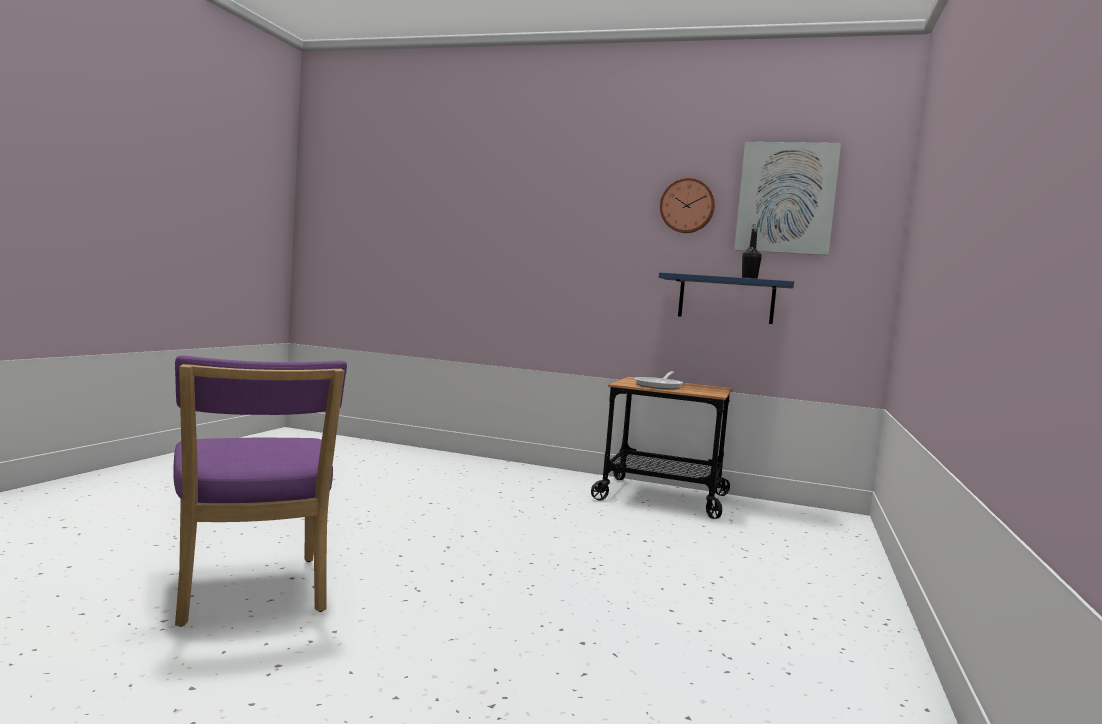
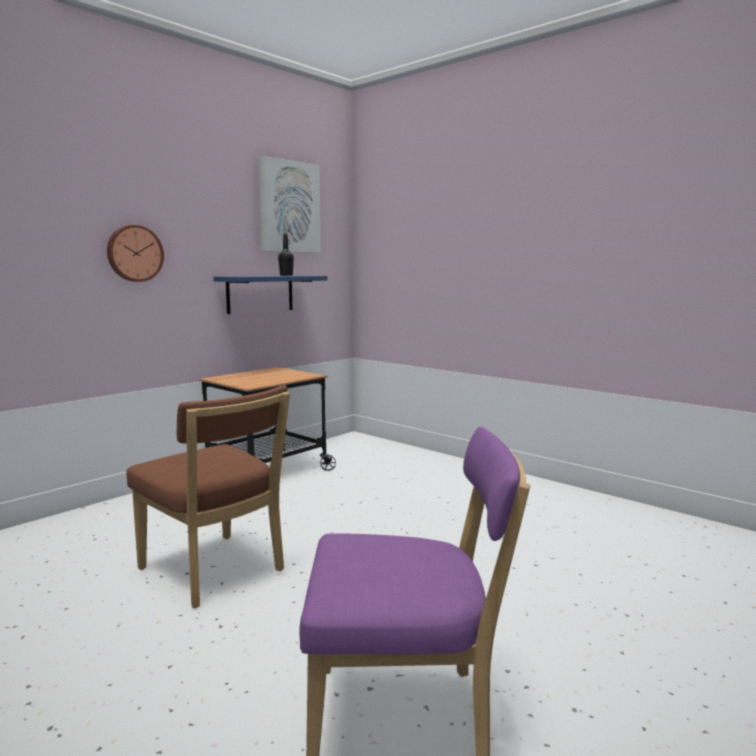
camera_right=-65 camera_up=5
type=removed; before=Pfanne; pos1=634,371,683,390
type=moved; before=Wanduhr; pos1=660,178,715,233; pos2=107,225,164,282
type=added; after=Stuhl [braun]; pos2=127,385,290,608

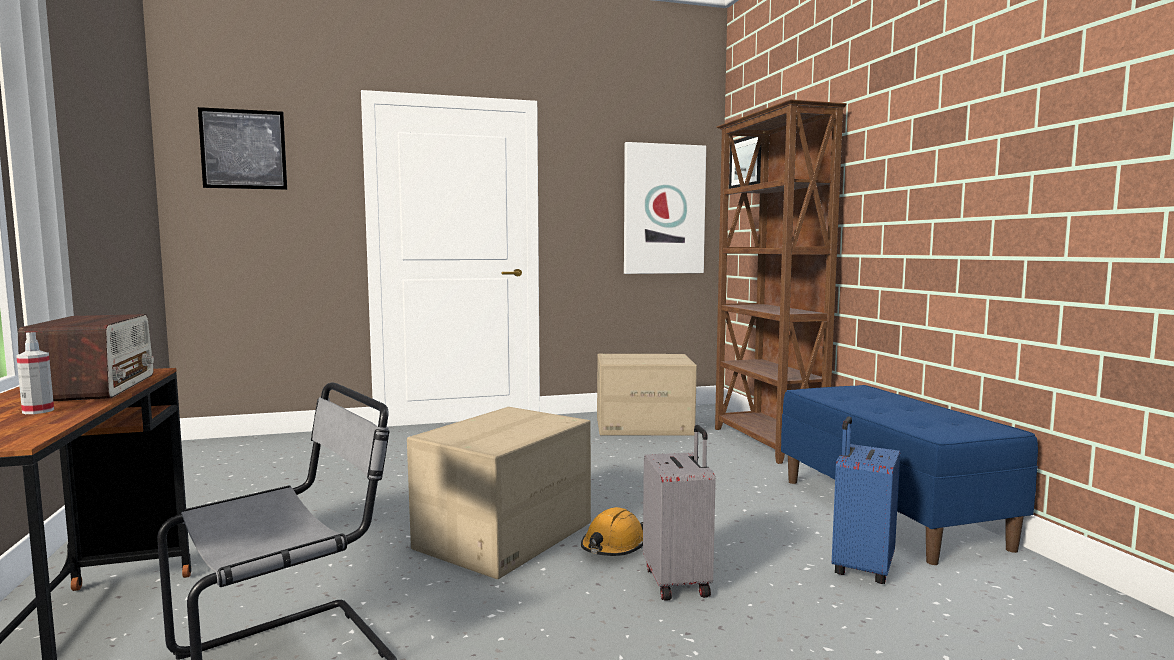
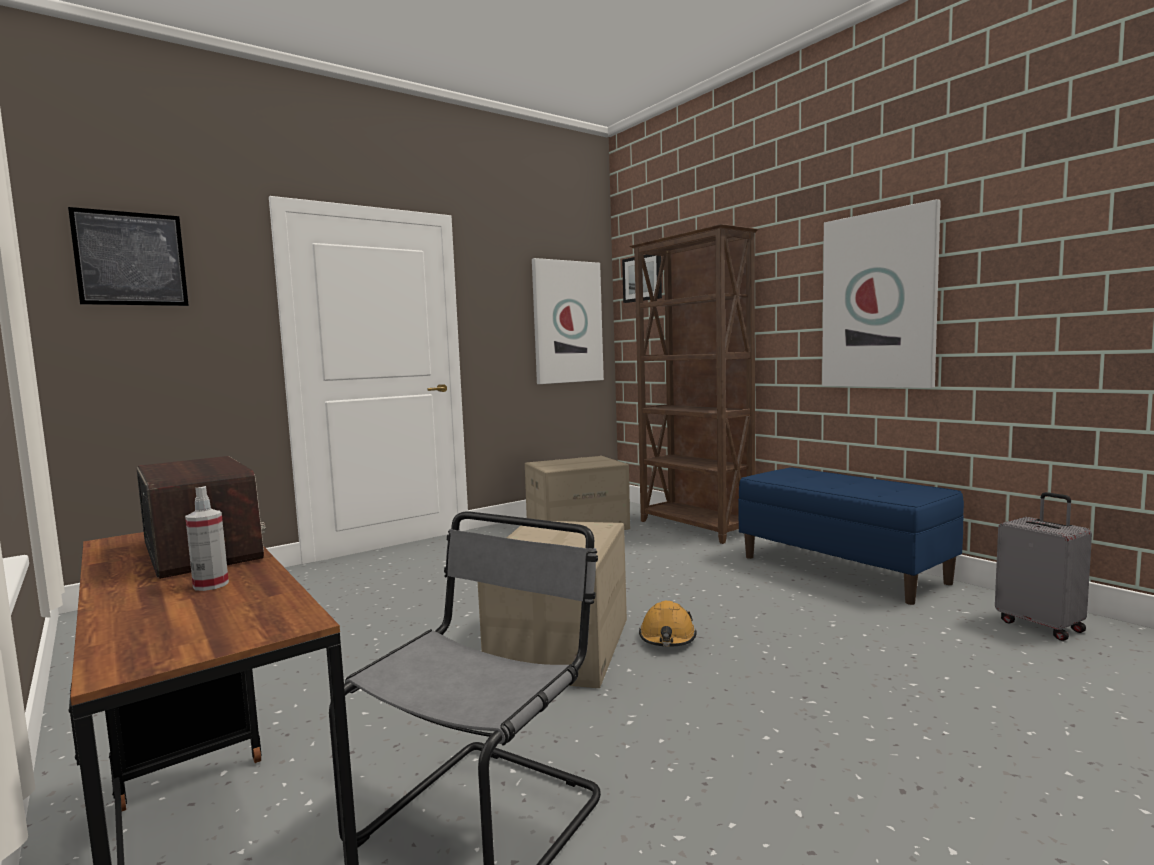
camera_right=-20 camera_up=0
type=moved; before=Koffer [grau]; pos1=643,425,716,601; pos2=995,492,1092,641
type=removed; before=Koffer [blau]; pos1=832,417,900,584
type=added; after=Bild; pos2=822,199,941,388

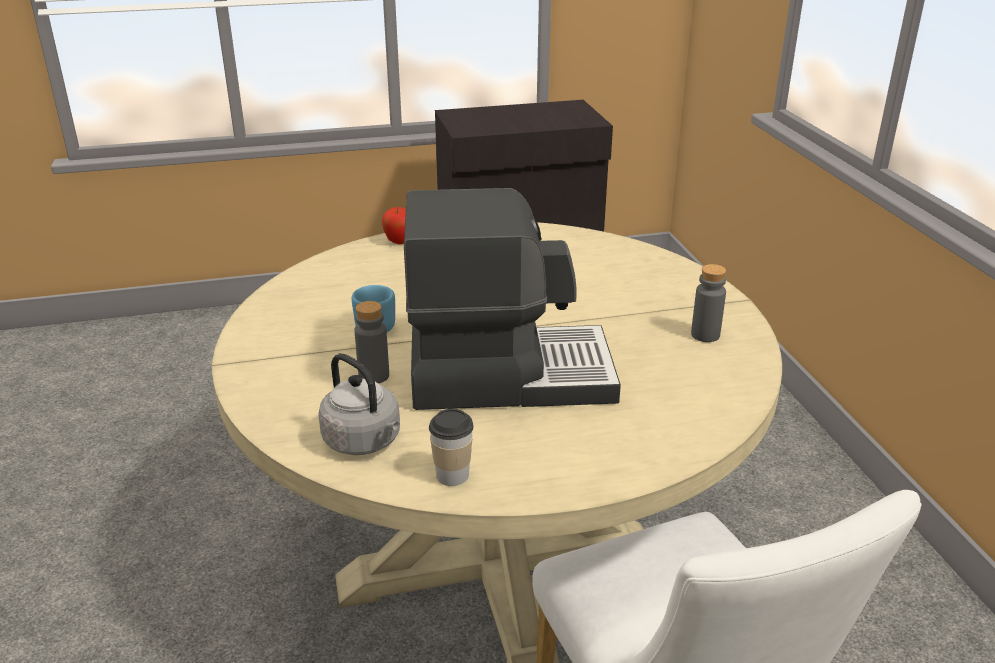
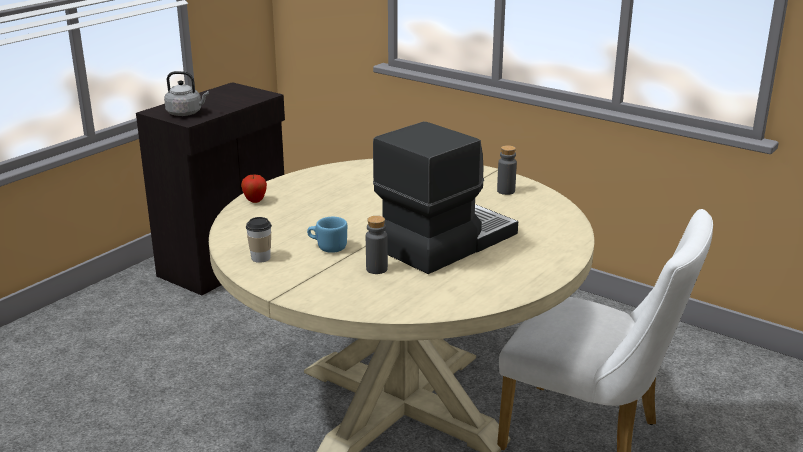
camera_right=-40 camera_up=-5
type=moved; before=Wasserkessel [grau]; pos1=318,353,400,455; pos2=164,71,209,116
type=moved; before=Tasse; pos1=429,409,474,486; pos2=246,217,272,263

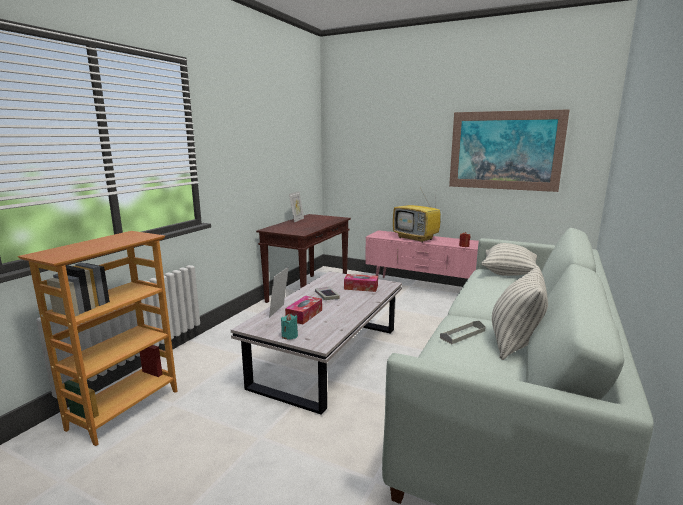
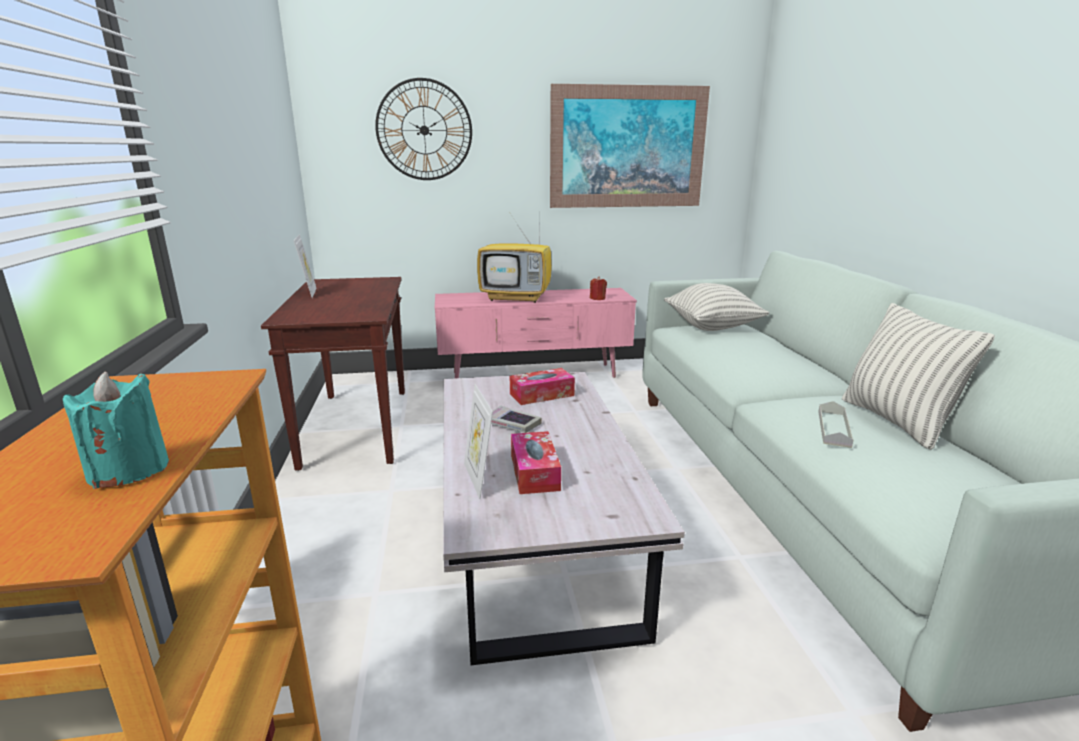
camera_right=-35 camera_up=5
type=moved; before=Kerze [türkis]; pos1=281,314,298,340; pos2=63,372,169,489
type=added; after=Wanduhr; pos2=375,78,472,180

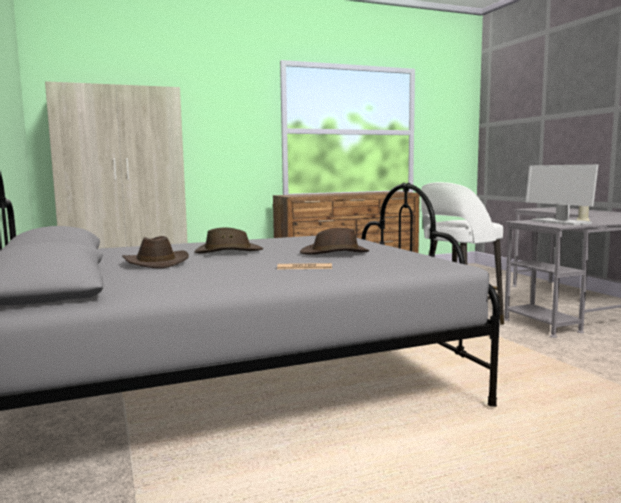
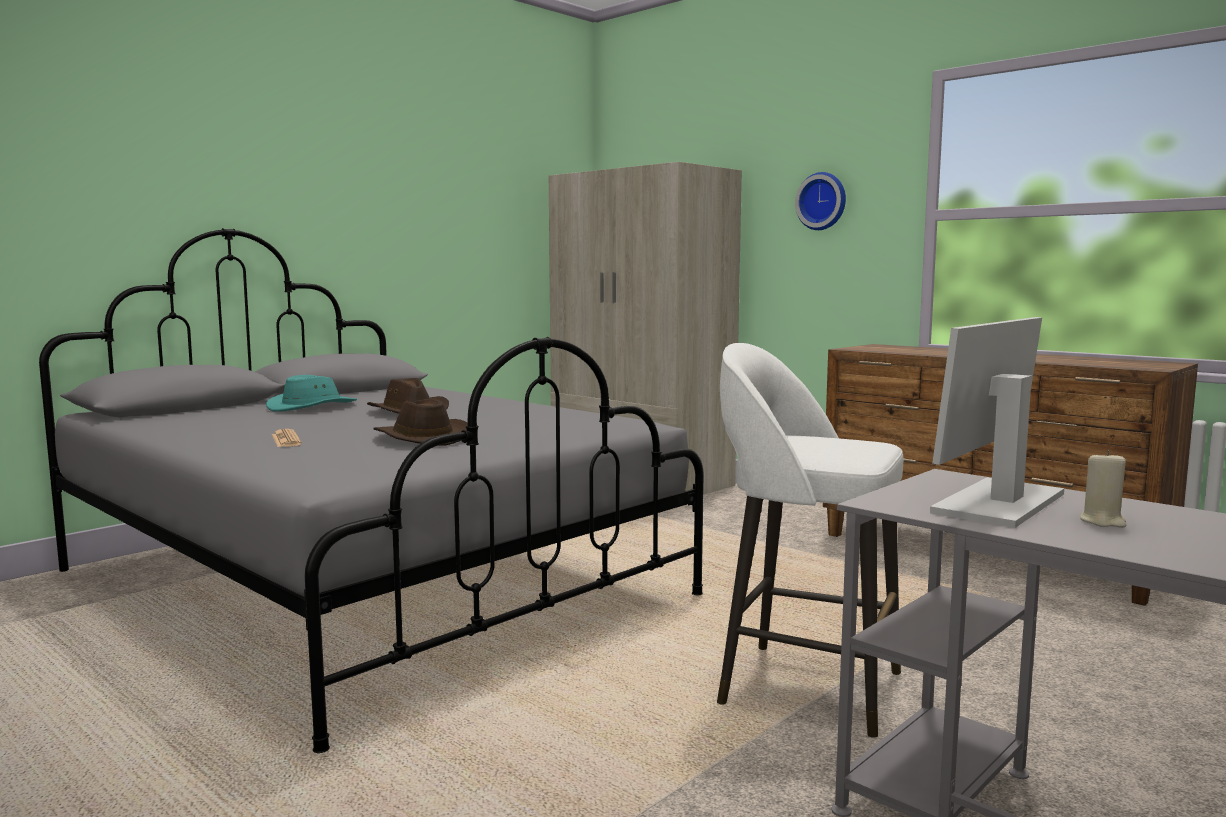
camera_right=65 camera_up=0
type=recoloured; before=Hut [braun]; after=Hut [türkis]; pos1=122,236,189,268; pos2=266,375,357,411
type=added; after=Wanduhr; pos2=795,172,846,230

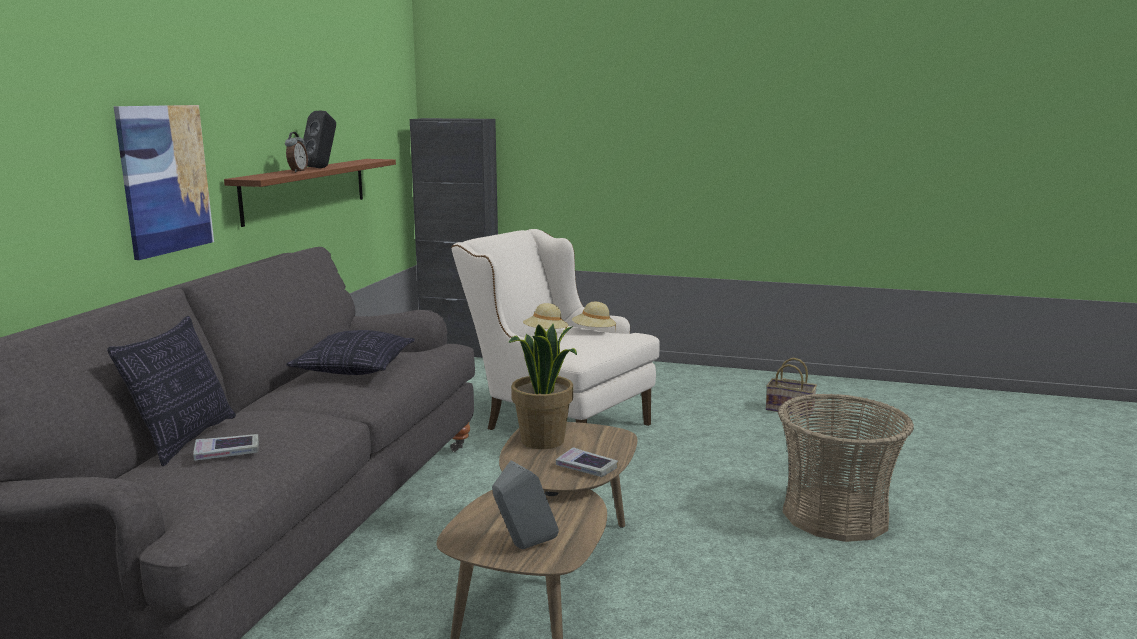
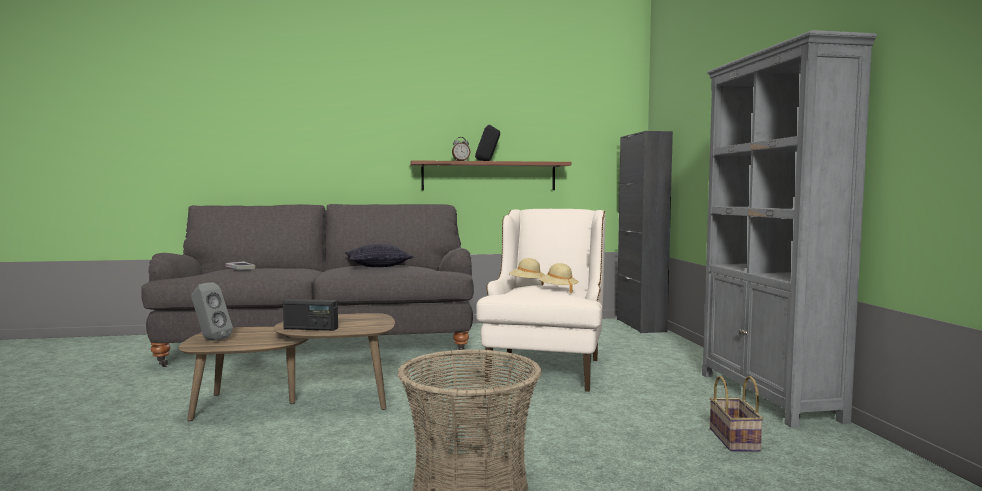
camera_right=65 camera_up=-10
type=removed; before=Kissen; pos1=107,316,236,466
type=removed; before=Bild; pos1=114,105,214,260
type=removed; before=Topfpflanze; pos1=508,324,577,449
type=replaced; before=Buch; after=Radio; pos1=556,447,618,477; pos2=283,299,338,331
type=added; after=Bücherregal [grau]; pos2=702,30,877,428

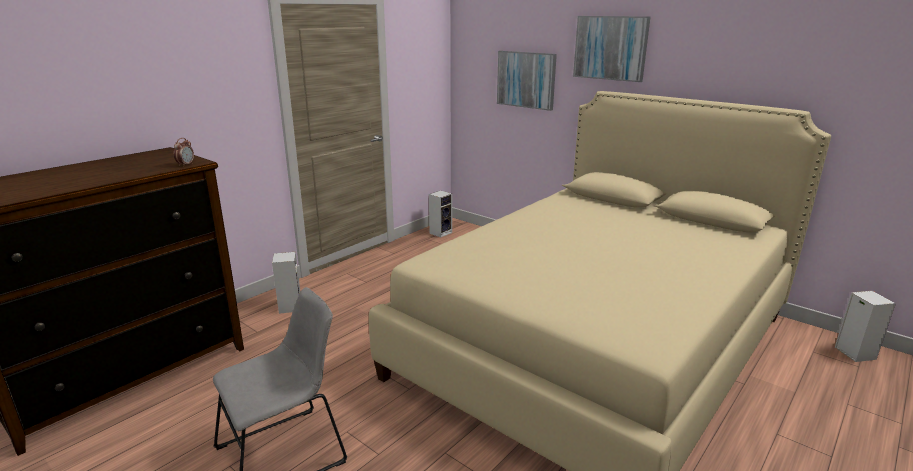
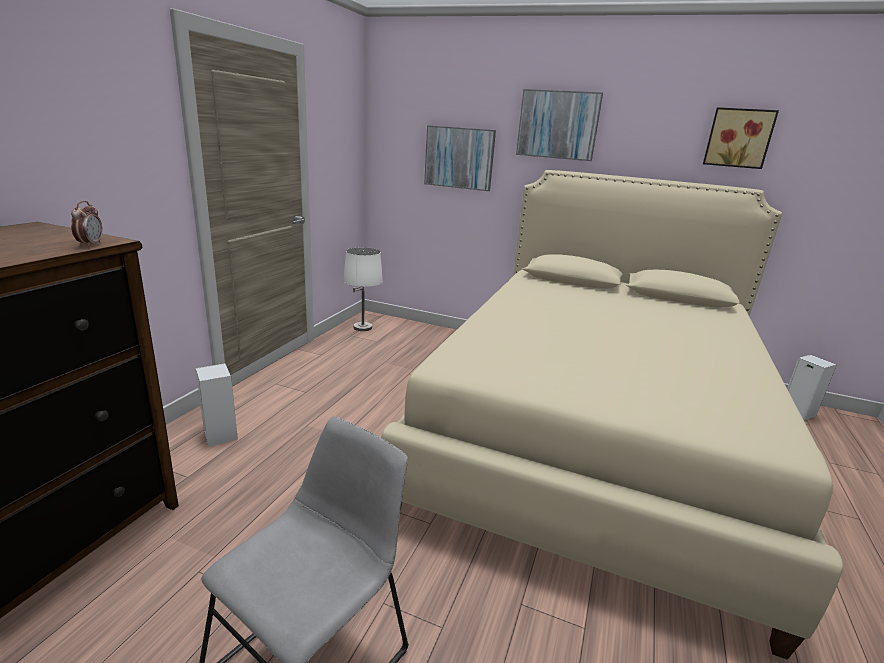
camera_right=-20 camera_up=0
type=replaced; before=Lautsprecher; after=Tischlampe [weiß]; pos1=429,190,452,237; pos2=343,247,383,331
type=added; after=Bild; pos2=703,107,779,169

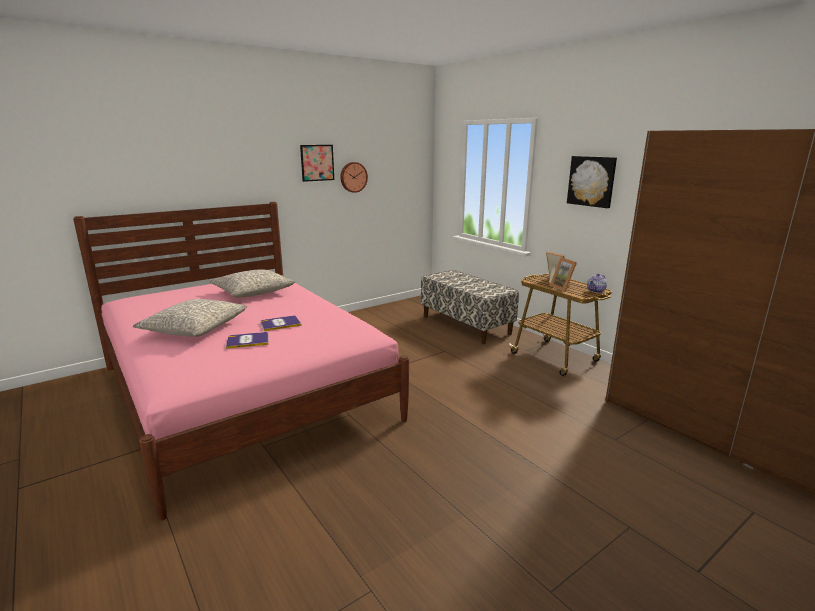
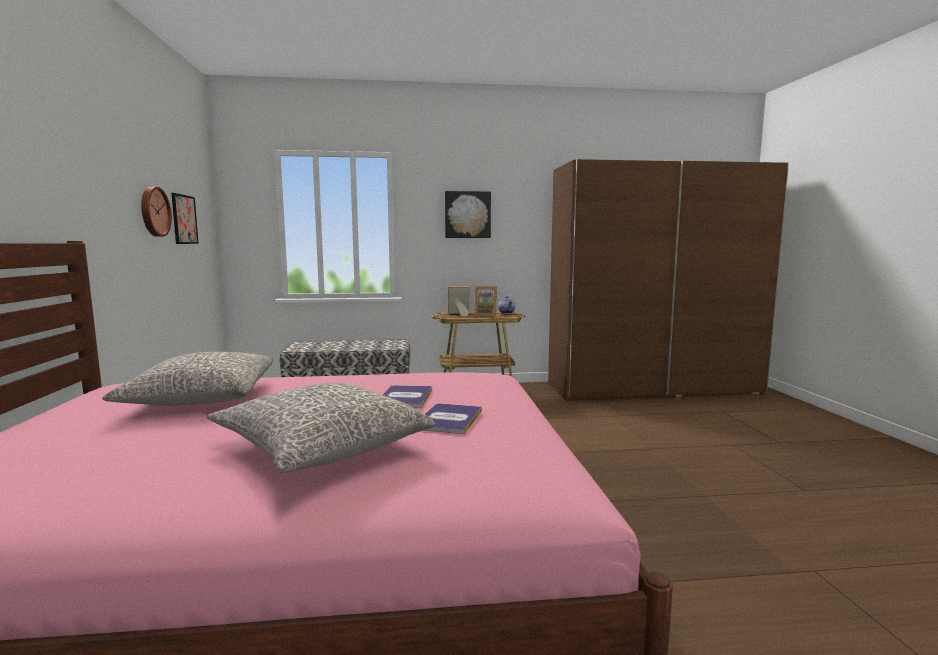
camera_right=-60 camera_up=-10
type=moved; before=Bild; pos1=300,145,334,182; pos2=171,193,199,244

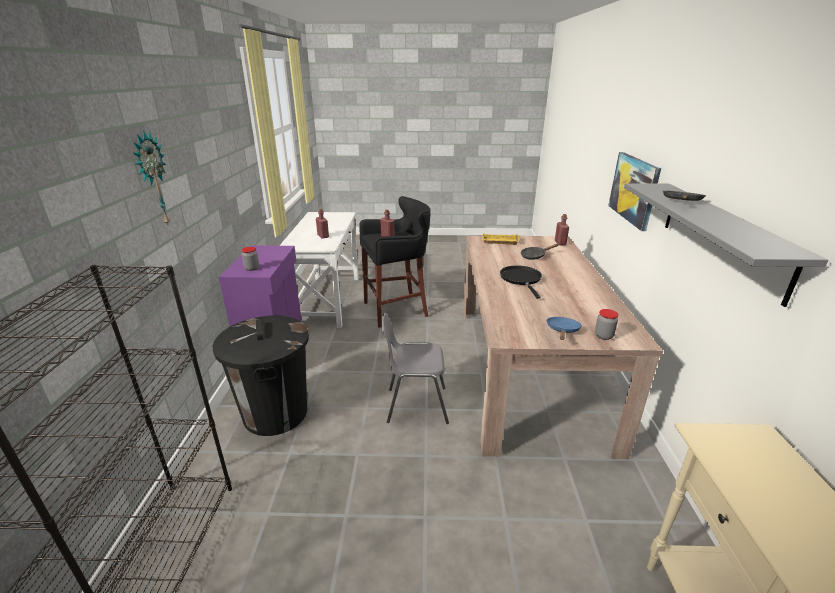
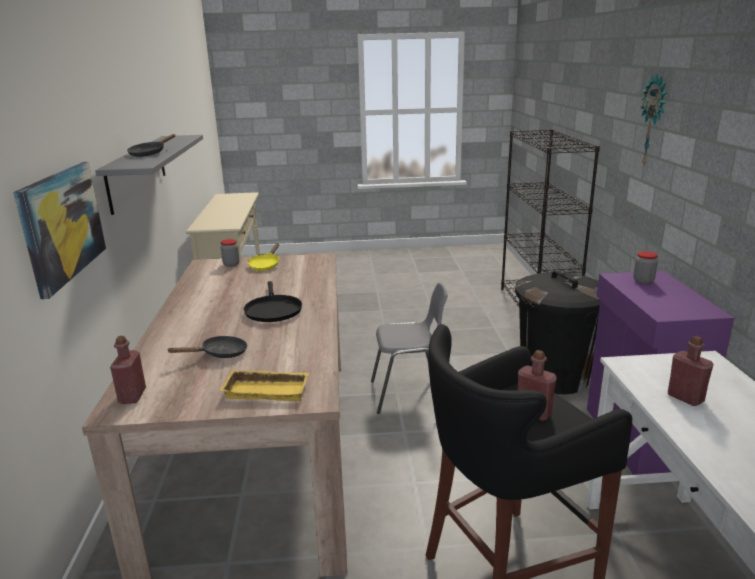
camera_right=175 camera_up=-5
type=recoloured; before=Pfanne [blau]; after=Pfanne [gelb]; pos1=546,317,582,340; pos2=248,243,279,271

